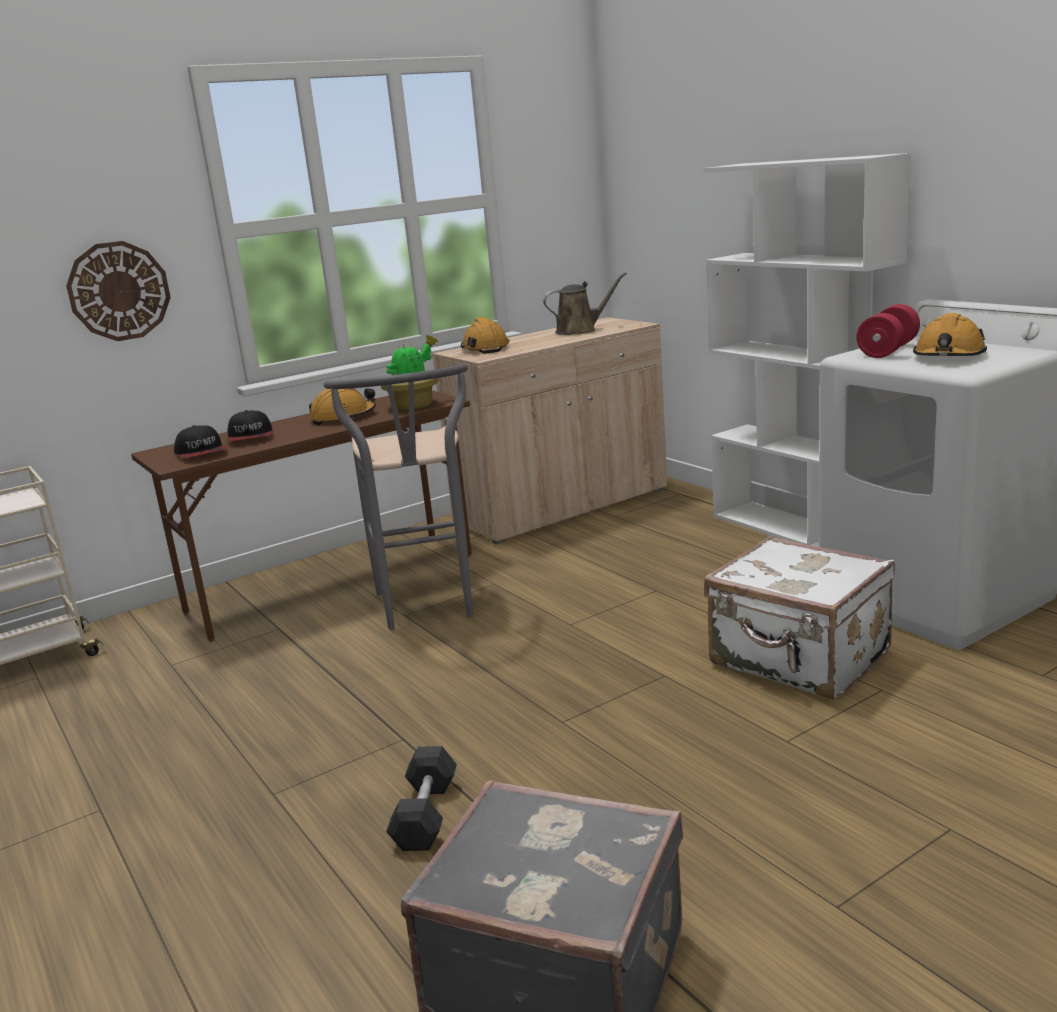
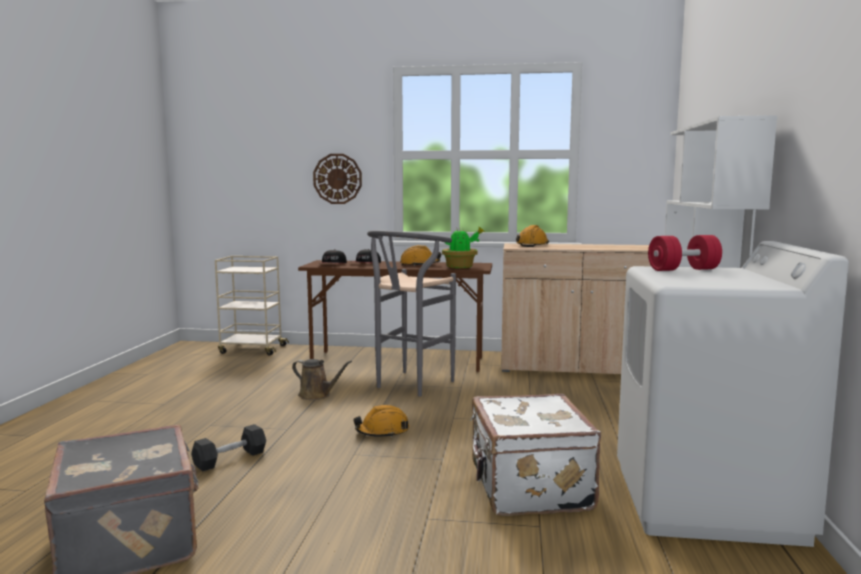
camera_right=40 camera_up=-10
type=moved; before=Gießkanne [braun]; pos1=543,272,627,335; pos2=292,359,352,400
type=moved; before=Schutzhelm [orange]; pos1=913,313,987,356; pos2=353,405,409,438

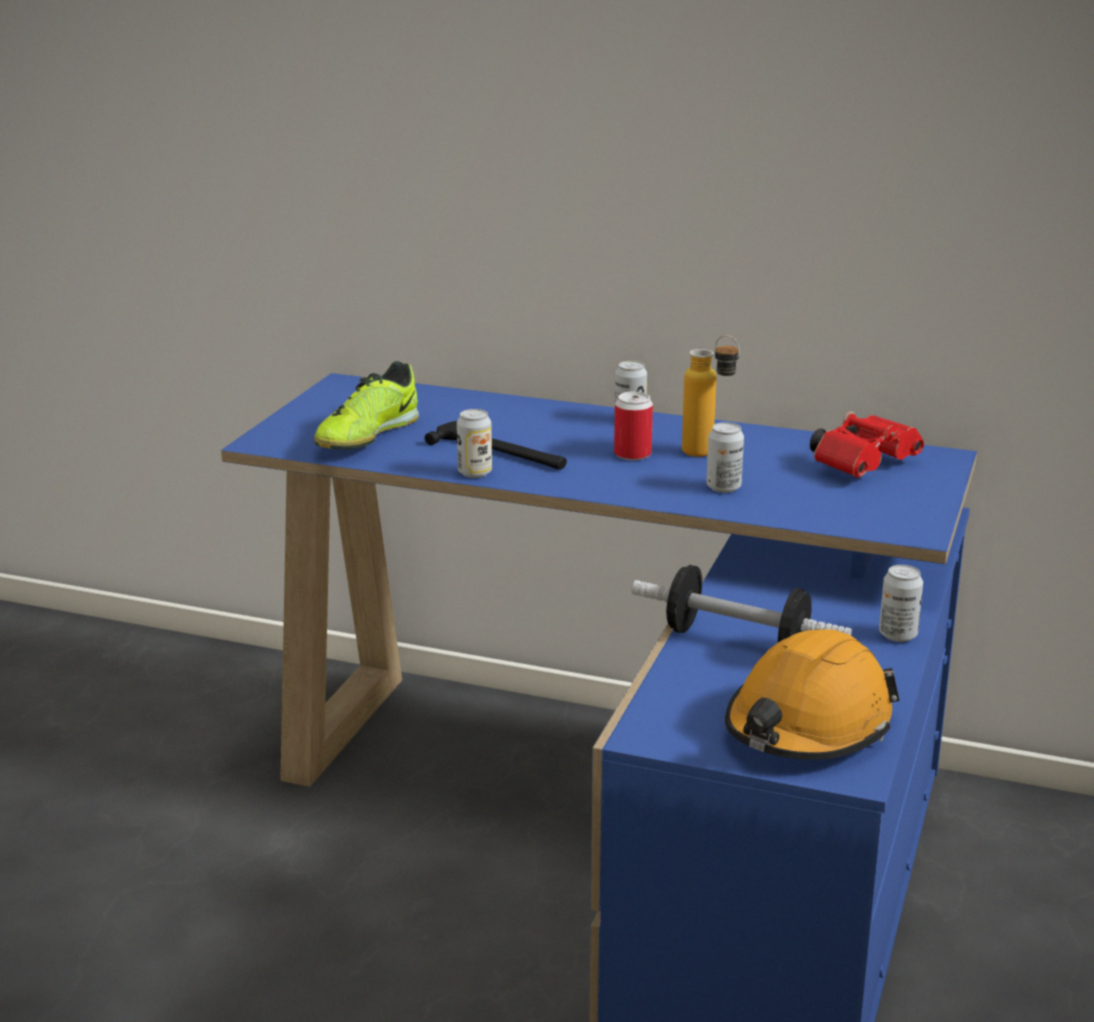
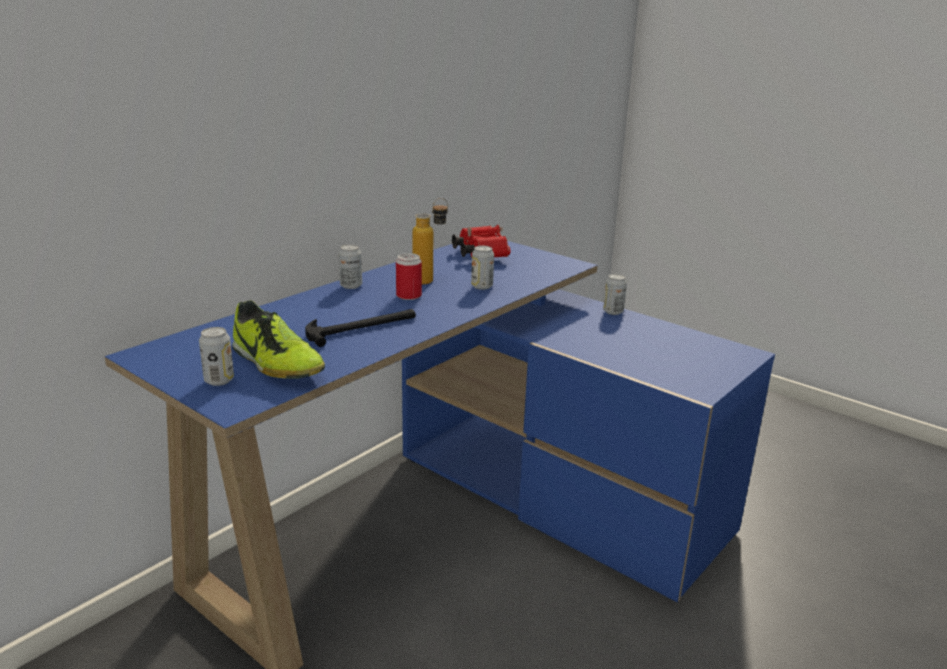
camera_right=-70 camera_up=0
type=moved; before=Dose; pos1=457,409,492,478; pos2=199,327,234,386
type=removed; before=Hantel; pos1=632,565,852,642
type=removed; before=Schutzhelm [orange]; pos1=725,629,899,760

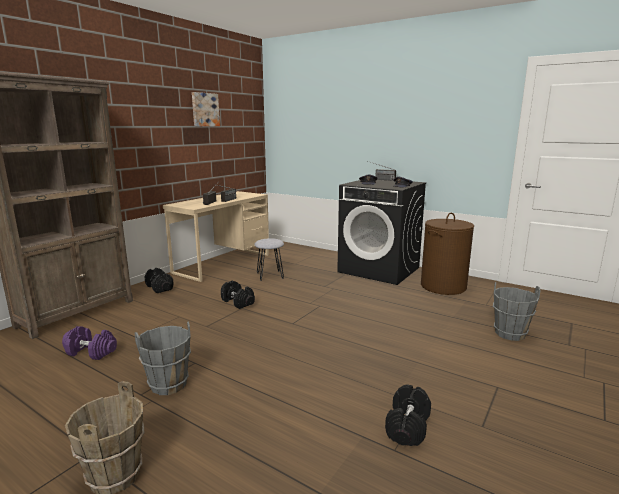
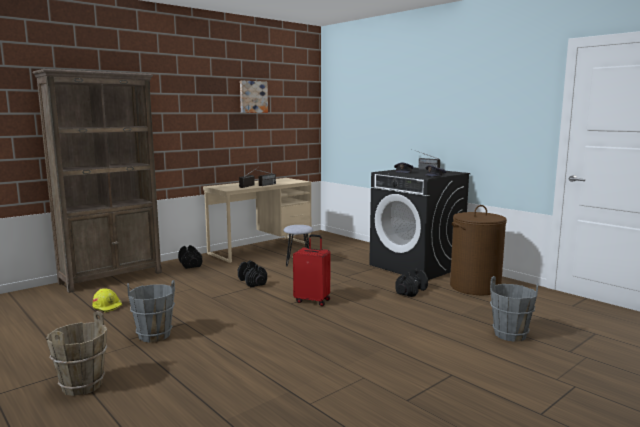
camera_right=15 camera_up=-5
type=replaced; before=Hantel [lila]; after=Schutzhelm [gelb]; pos1=62,326,117,360; pos2=92,288,123,312
type=moved; before=Hantel [schwarz]; pos1=385,384,431,446; pos2=395,269,428,297
type=added; after=Koffer [rot]; pos2=293,234,330,306

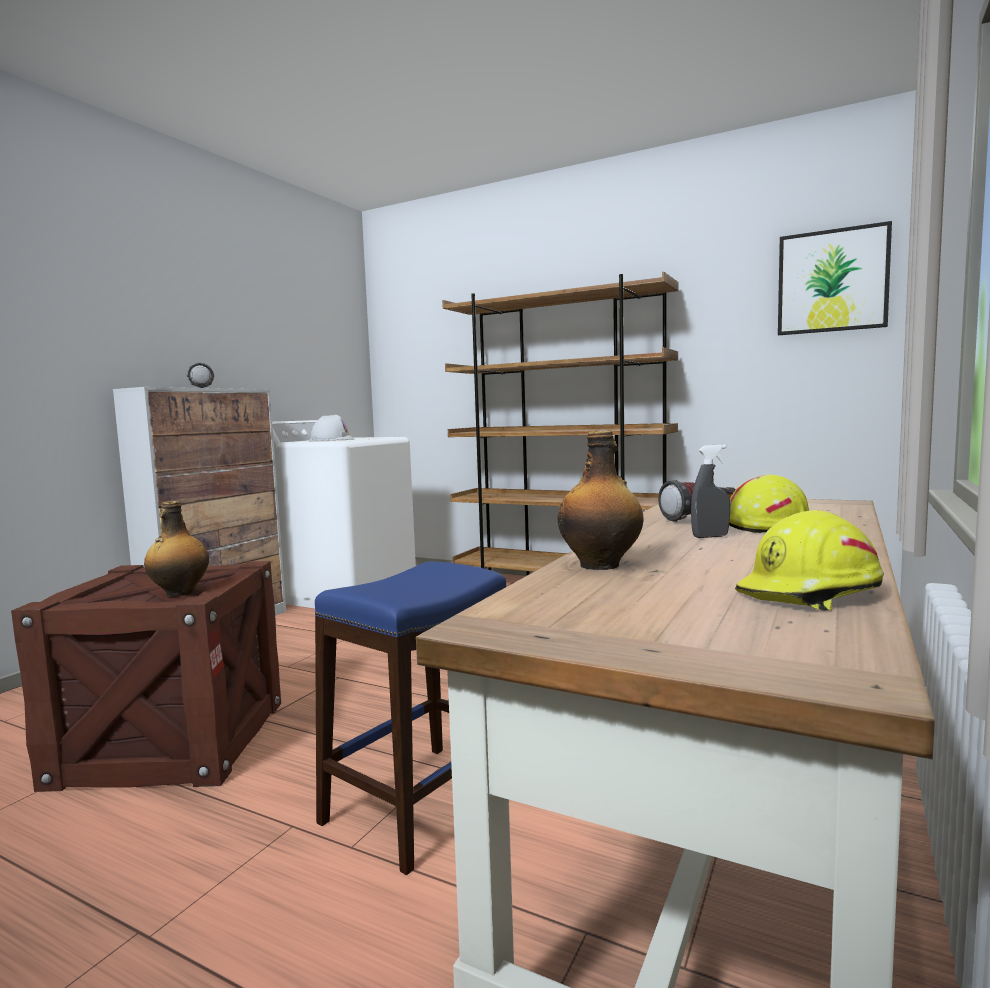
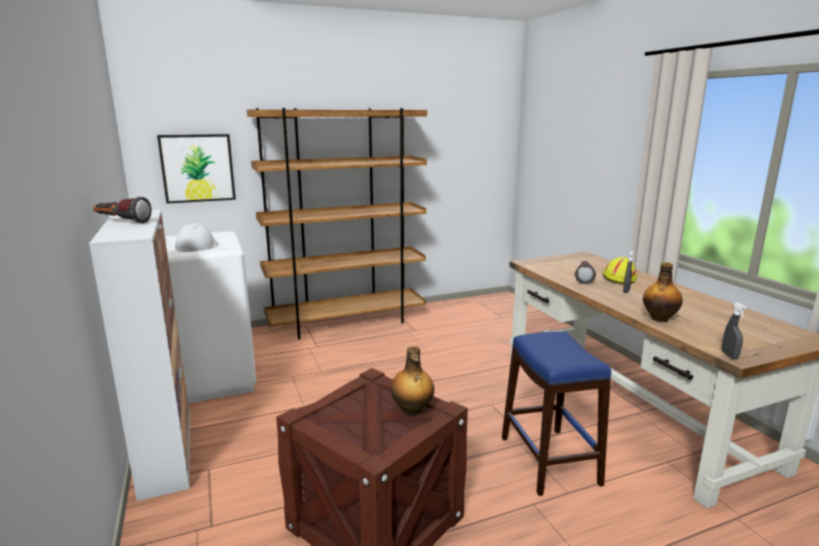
camera_right=-50 camera_up=10
type=removed; before=Schutzhelm [gelb]; pos1=735,510,884,611
type=moved; before=Bild; pos1=778,221,892,335; pos2=157,134,236,204
type=added; after=Sprühflasche [grau]; pos2=722,303,747,359

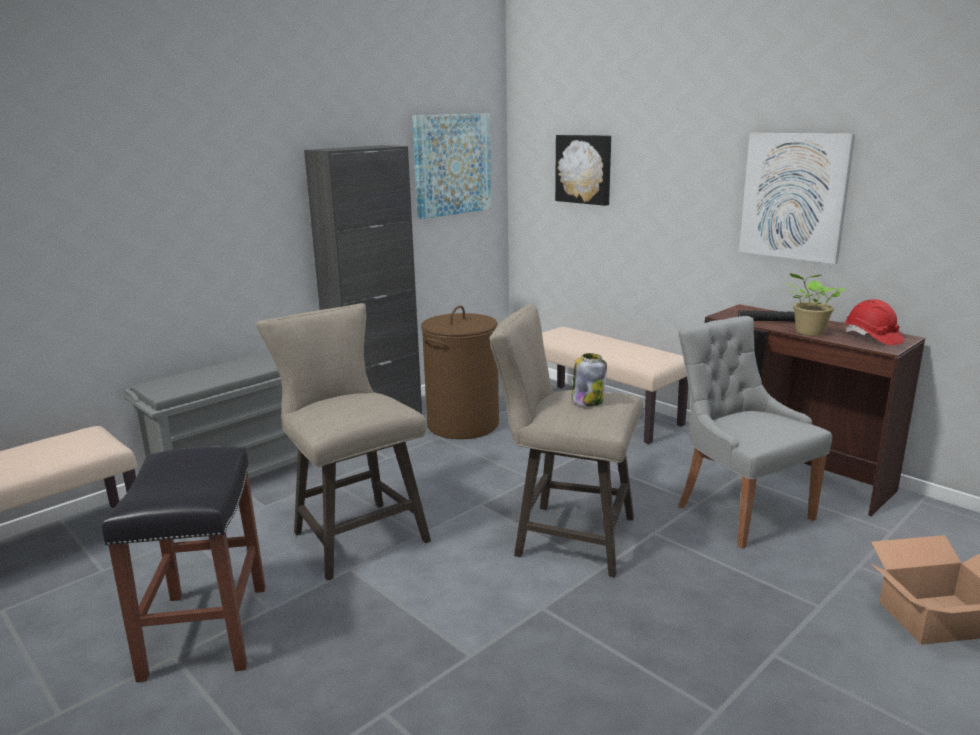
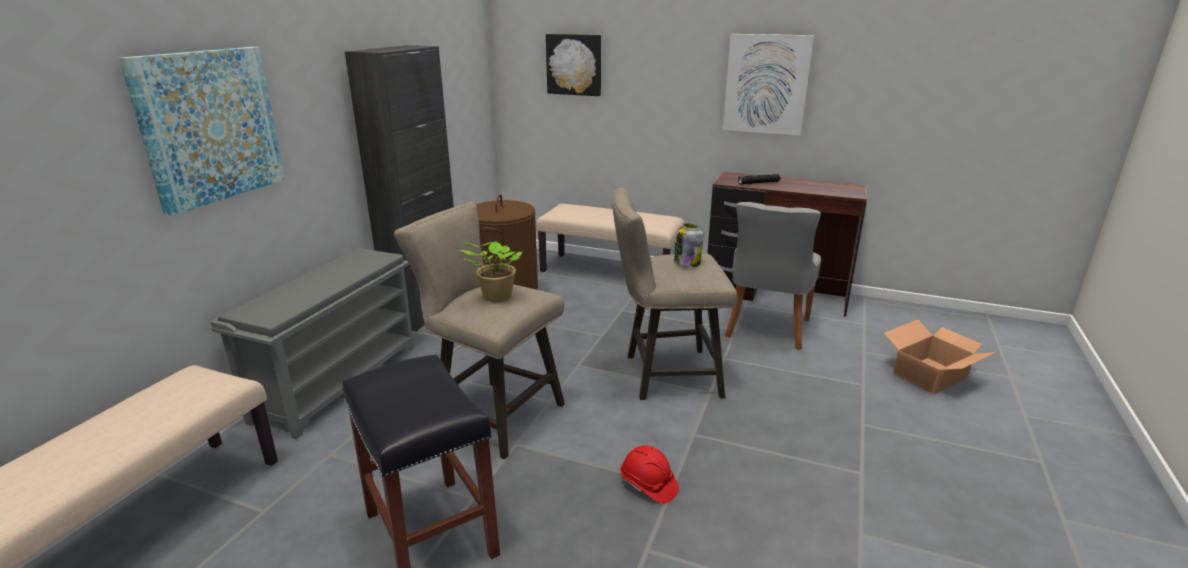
camera_right=-25 camera_up=5
type=moved; before=Bild; pos1=412,113,491,219; pos2=119,47,286,216
type=turned; before=Stuhl [grau]; pos1=678,316,832,549; pos2=725,202,821,350; turn=-105
type=moved; before=Topfpflanze; pos1=784,273,845,336; pos2=459,241,522,302
type=moved; before=Schutzhelm [rot]; pos1=845,299,904,345; pos2=620,445,679,504

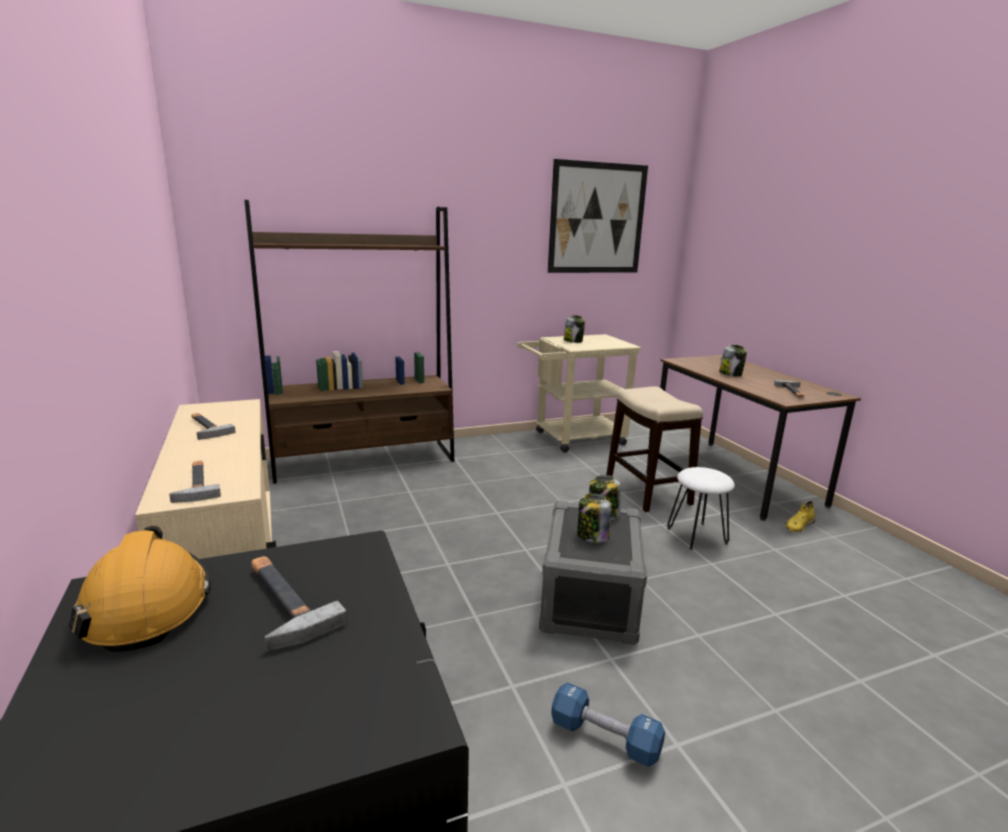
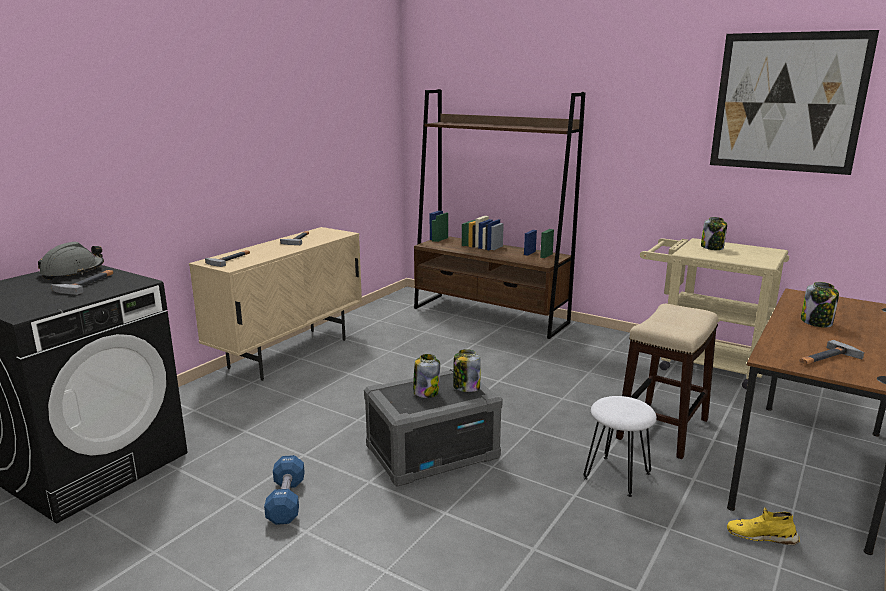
camera_right=55 camera_up=0
type=recoloured; before=Schutzhelm [orange]; after=Schutzhelm [grau]; pos1=69,525,211,652; pos2=38,242,104,280

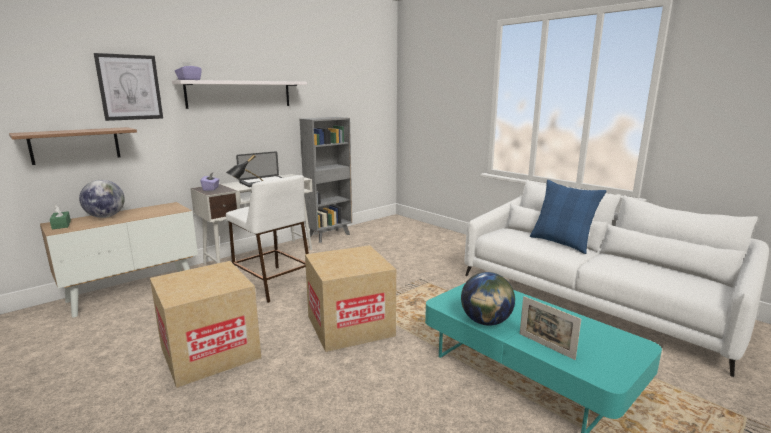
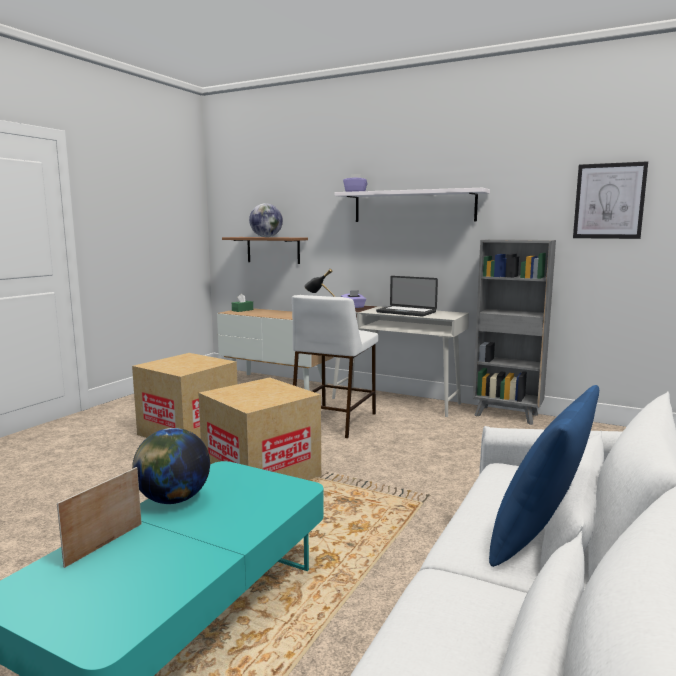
camera_right=70 camera_up=-5
type=moved; before=Globus; pos1=79,180,125,218; pos2=249,203,283,237
type=moved; before=Bild; pos1=94,53,163,121; pos2=573,161,648,239

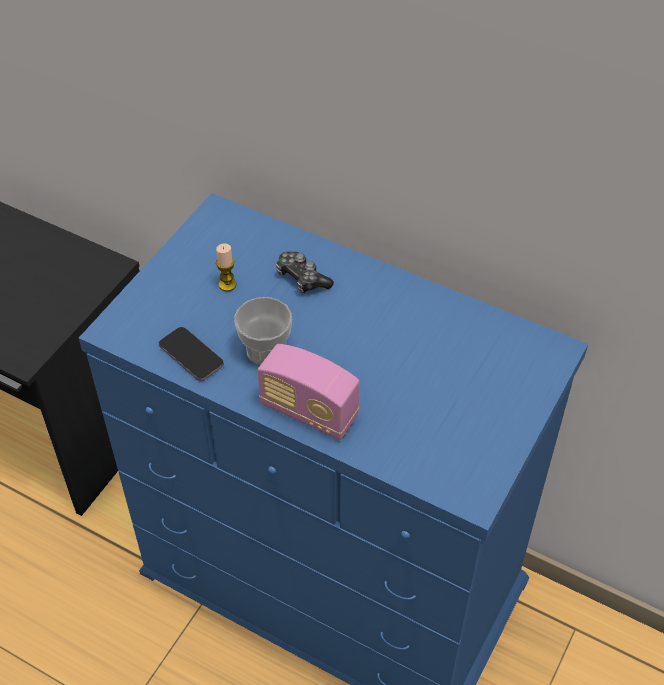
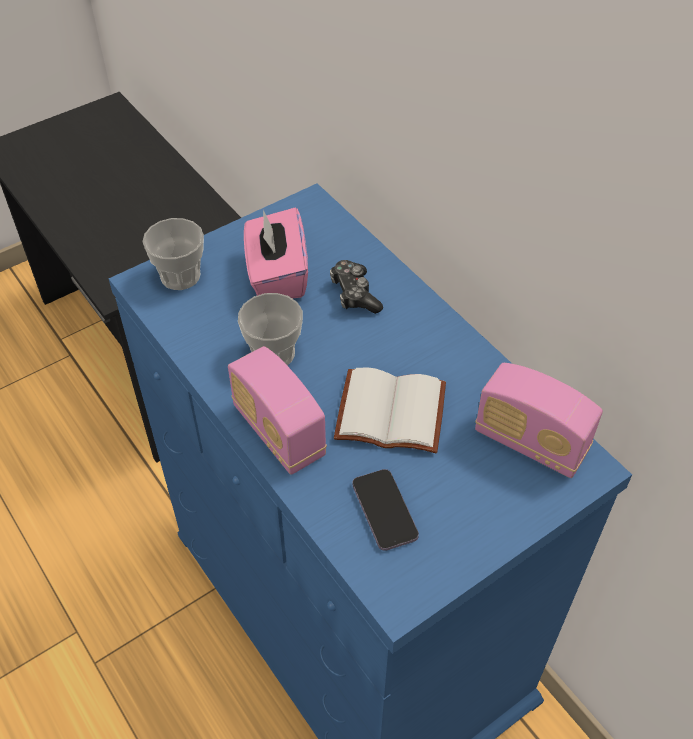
camera_right=25 camera_up=0
type=moved; before=Handy; pos1=159,327,224,381; pos2=352,469,419,551
type=replaced; before=Kerze; after=Taschentuchbox [rosa]; pos1=216,244,236,291; pos2=244,208,308,298
type=added; after=Tasse; pos2=143,218,204,290
type=added; after=Buch [weiß]; pos2=334,368,446,453
type=added; after=Radio; pos2=475,363,603,478

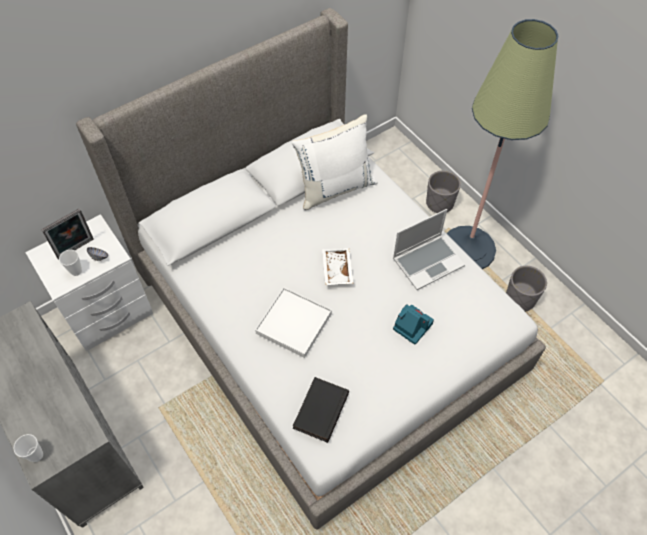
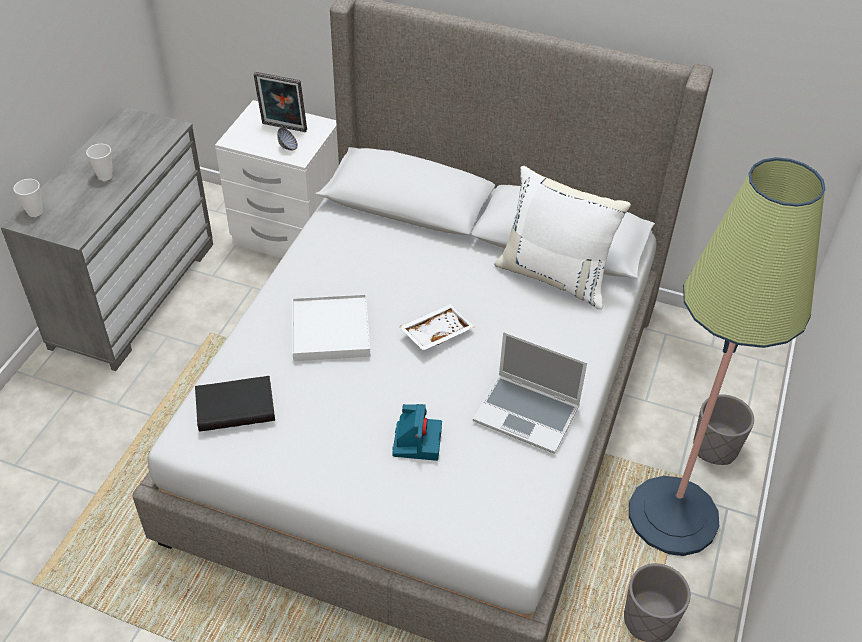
camera_right=55 camera_up=-10
type=moved; before=Tasse; pos1=59,250,82,276; pos2=86,144,113,181

